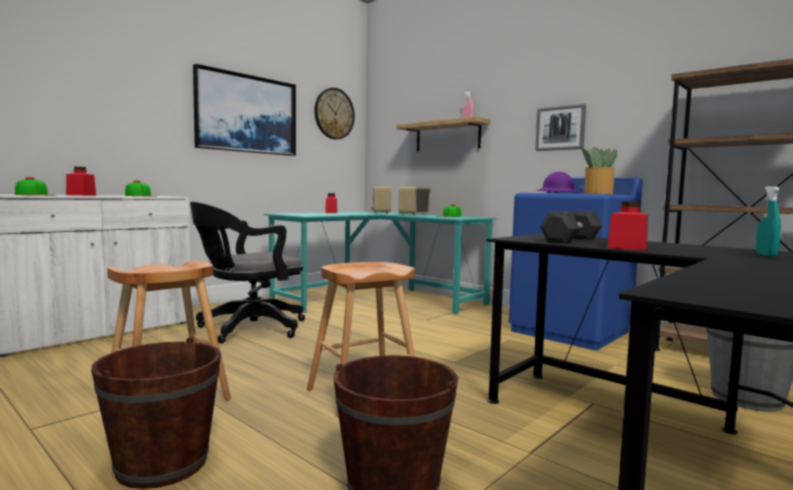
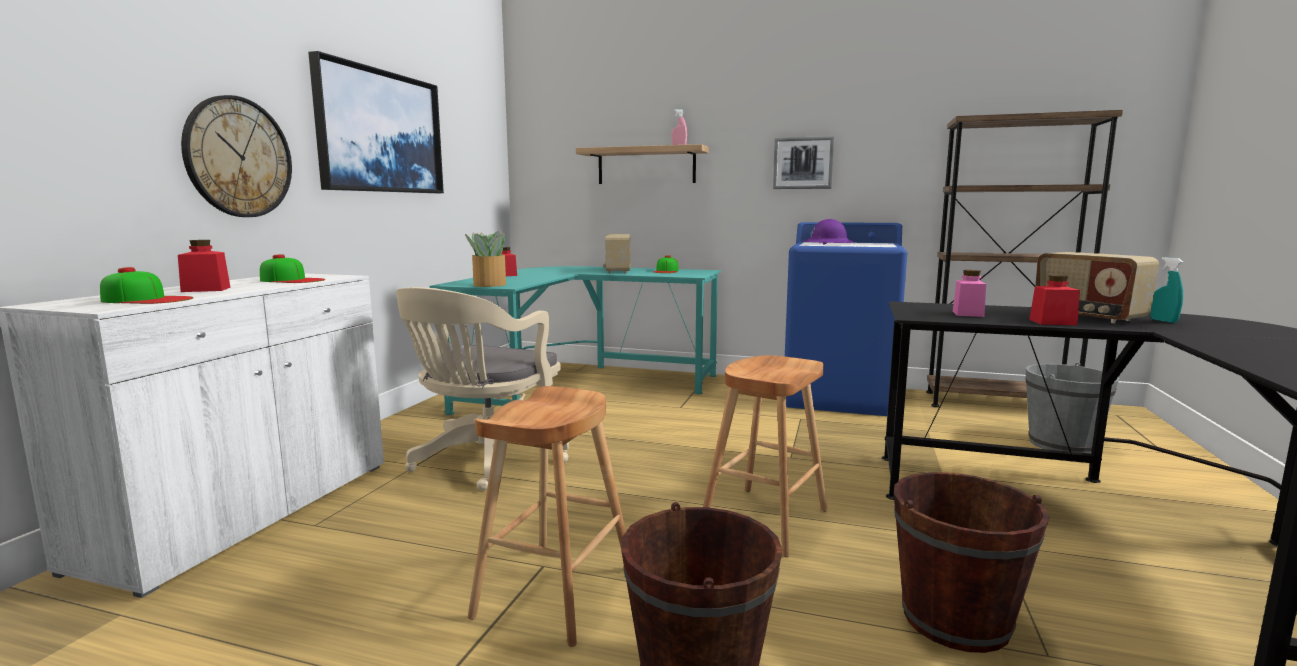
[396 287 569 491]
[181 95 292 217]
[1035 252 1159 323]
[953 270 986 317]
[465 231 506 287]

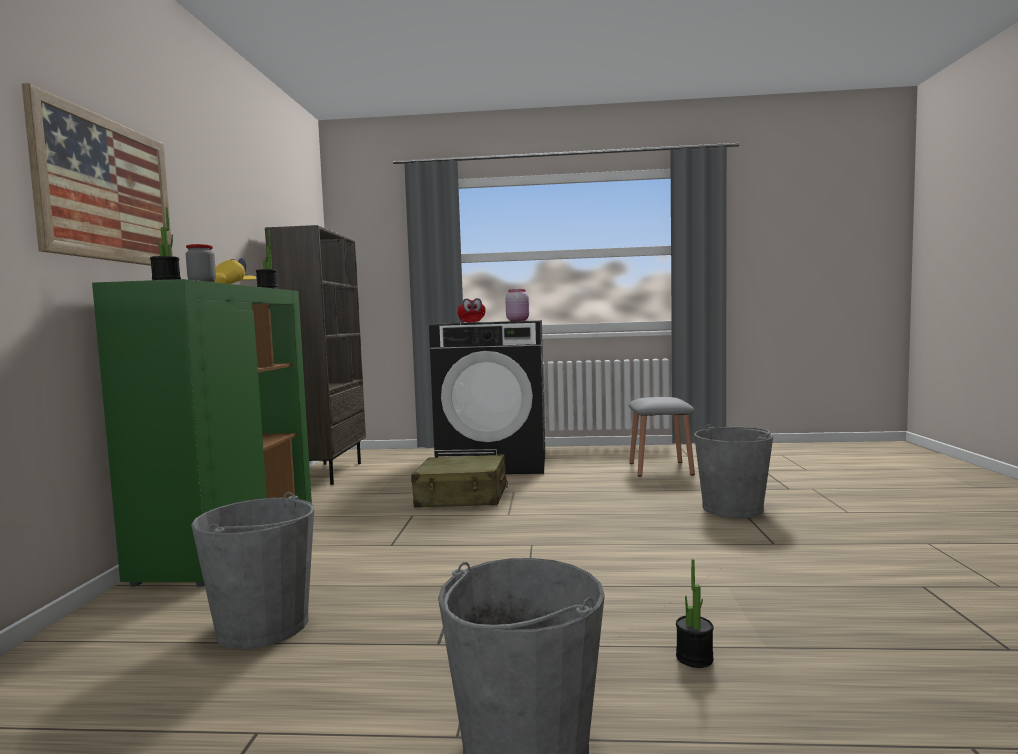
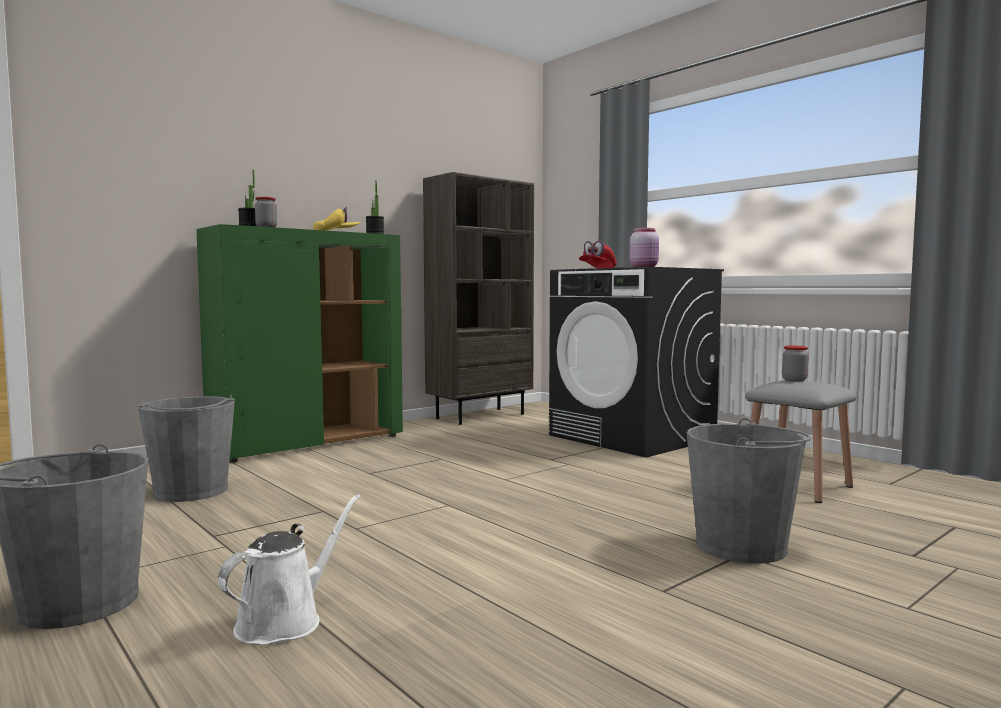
[22 83 173 266] (first image)
[411 455 508 508] (first image)
[218 494 361 645]
[782 345 809 382]

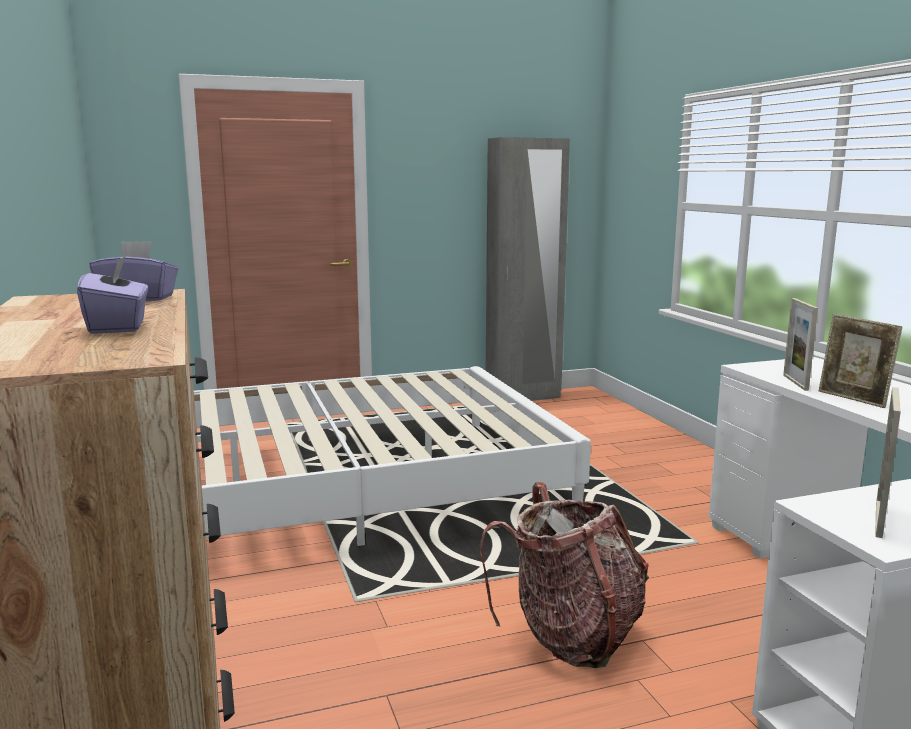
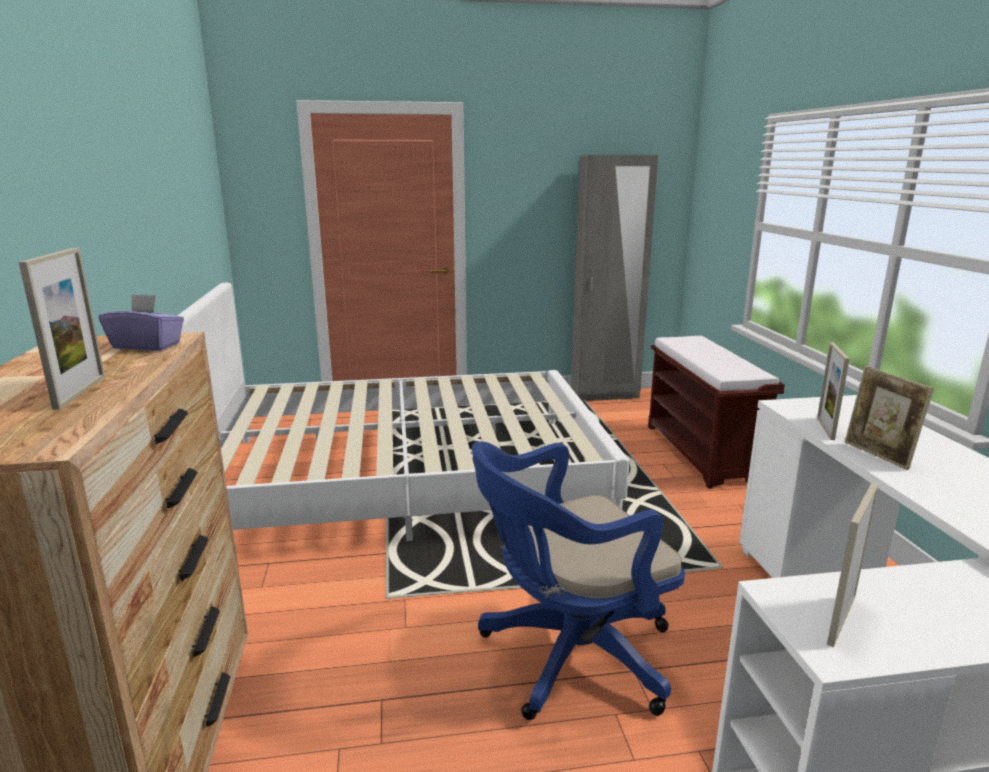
[19 248 105 410]
[472 441 685 720]
[648 336 785 489]

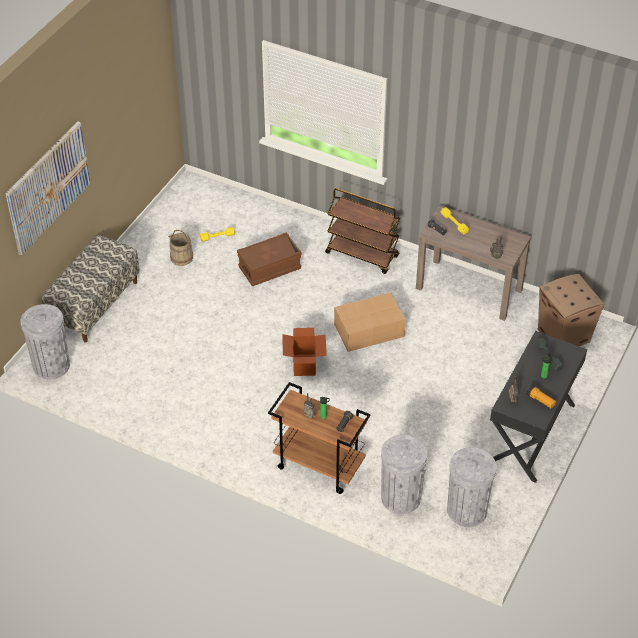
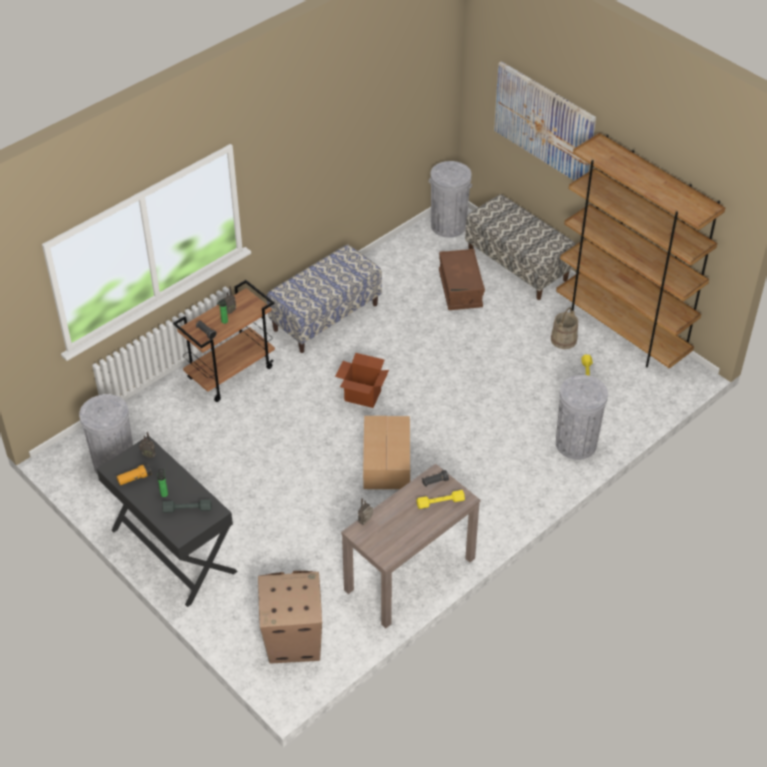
[439 249 485 310]
[325 188 400 274] (first image)
[556 375 608 460]
[267 244 382 353]
[556 133 725 369]

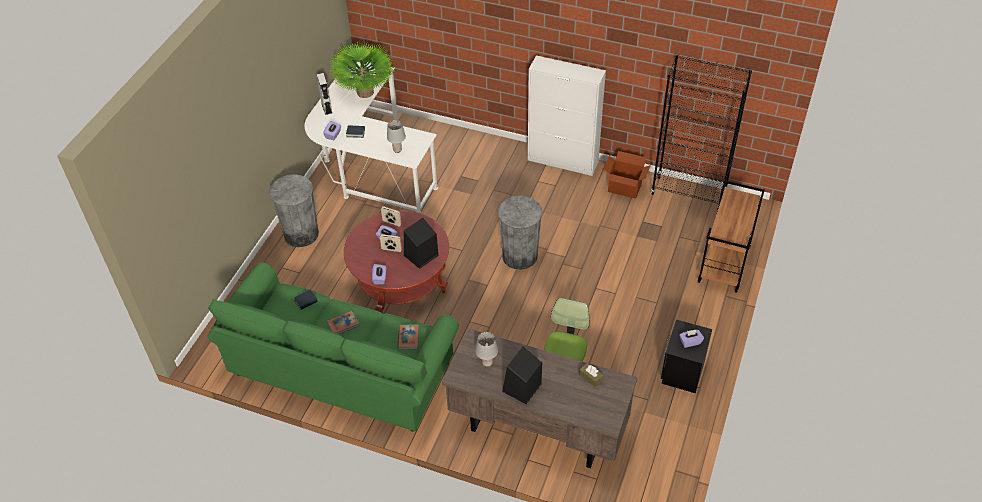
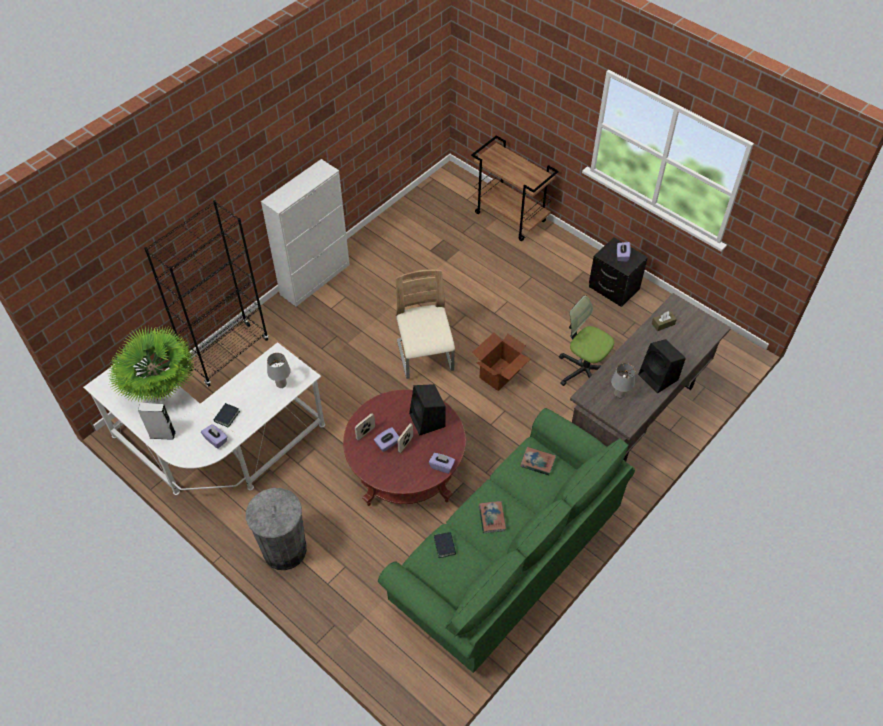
[396 270 455 379]
[472 332 530 391]
[144 200 269 386]

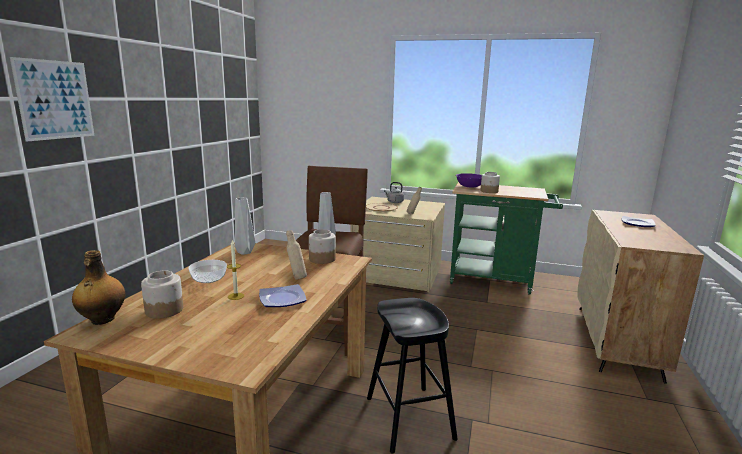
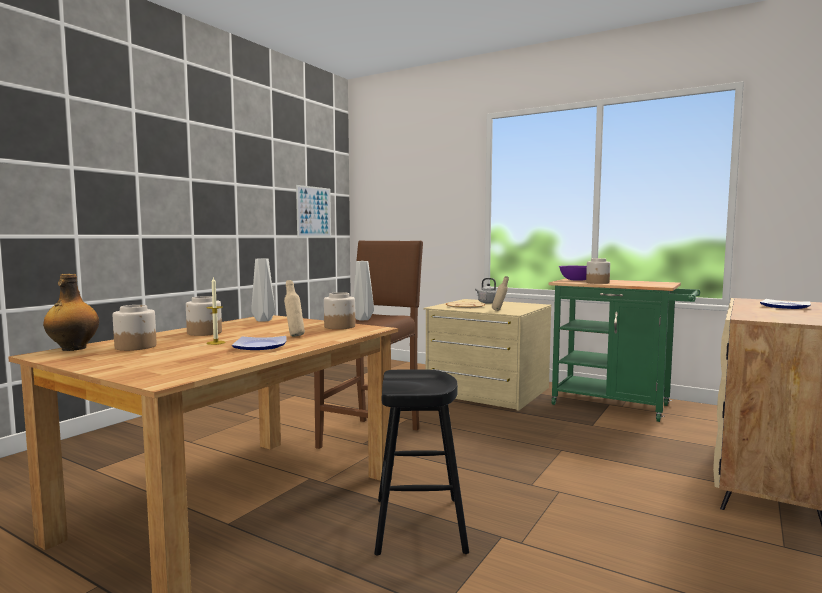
[296 185 331 237]
[186 296 222 336]

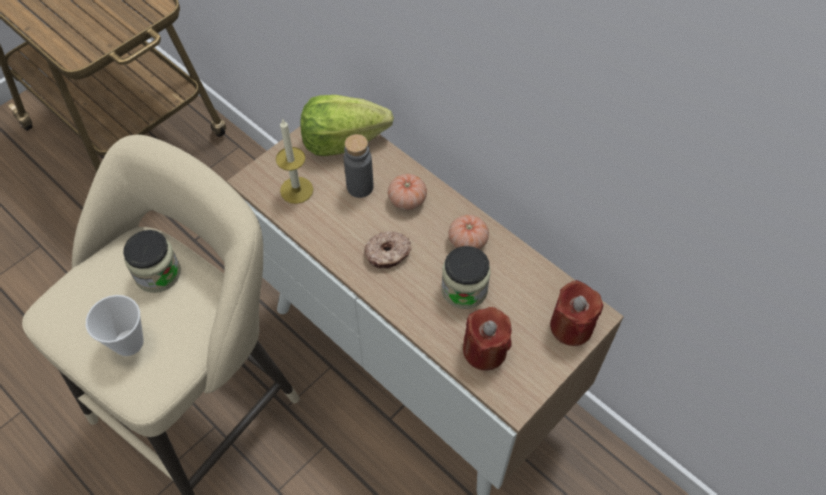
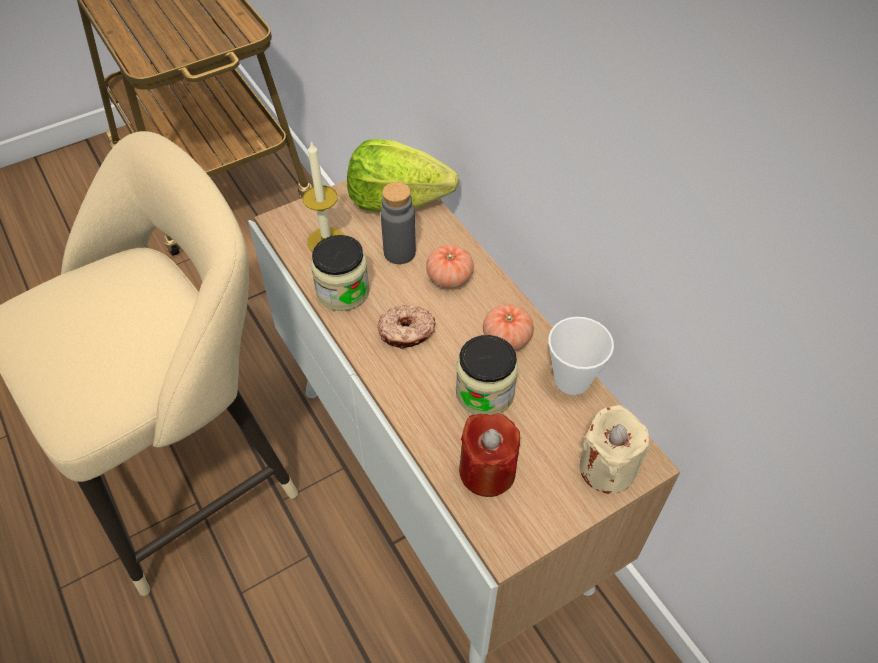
[548 317 614 395]
[311 235 370 311]
[580 405 650 494]

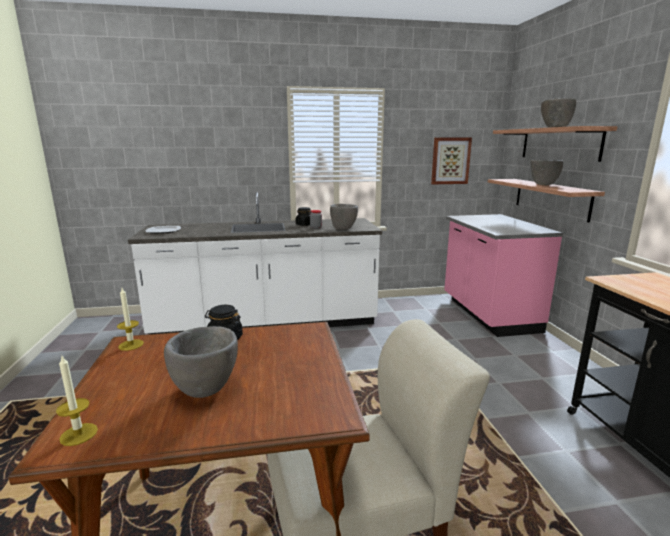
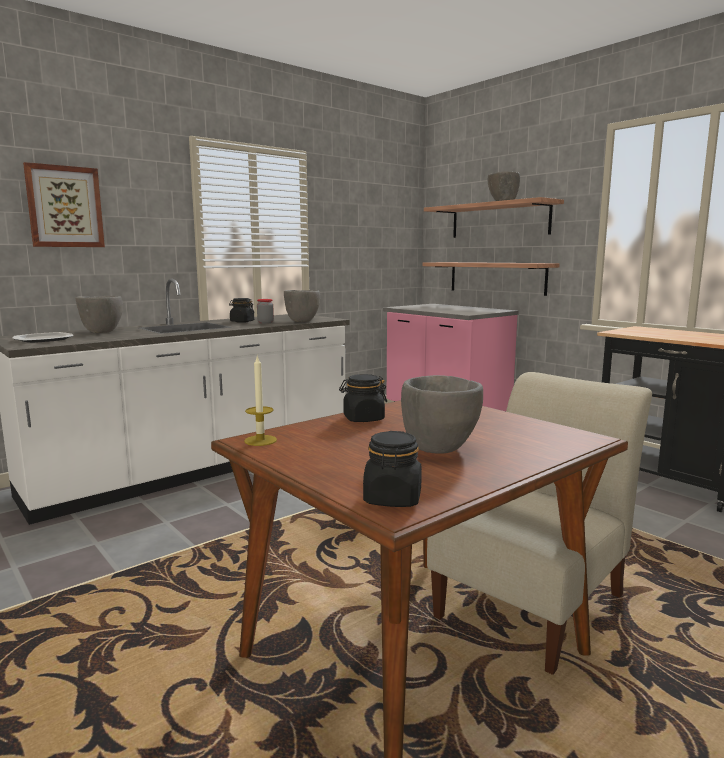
[363 431 422 507]
[23 162 105 247]
[76 296 123 333]

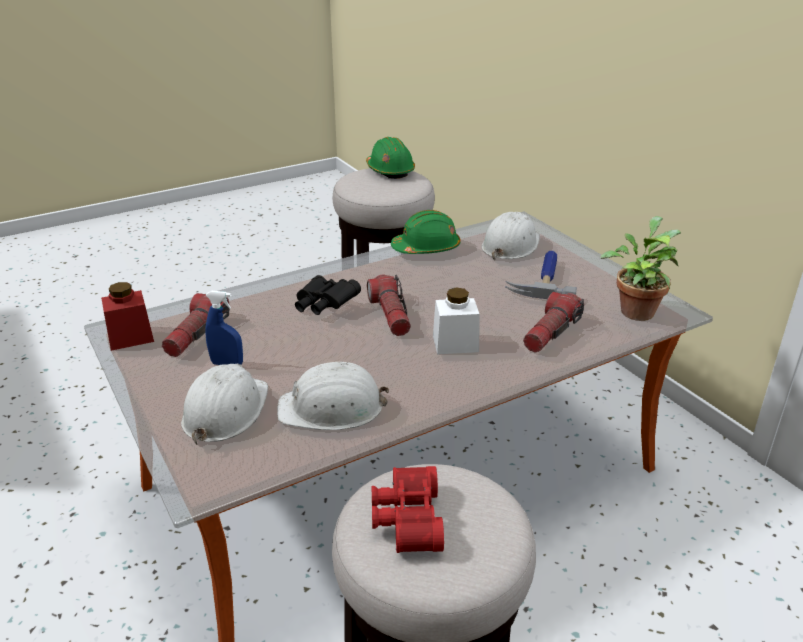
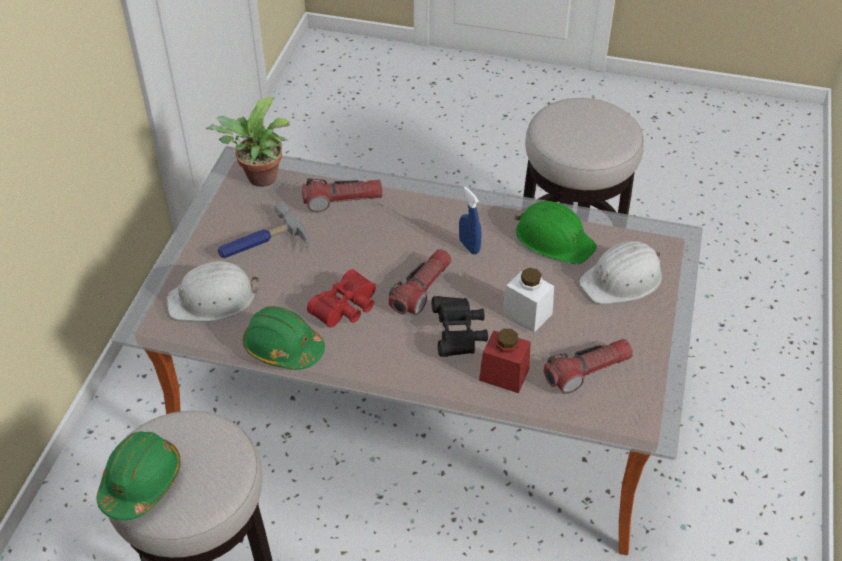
[479 329 531 393]
[459 186 481 254]
[514 201 597 264]
[307 269 376 328]
[502 268 554 332]

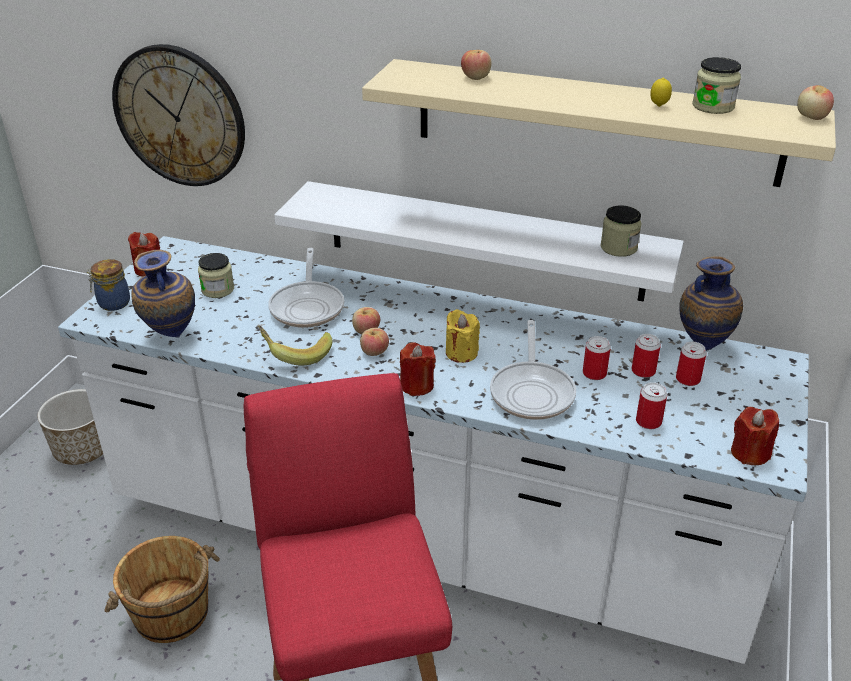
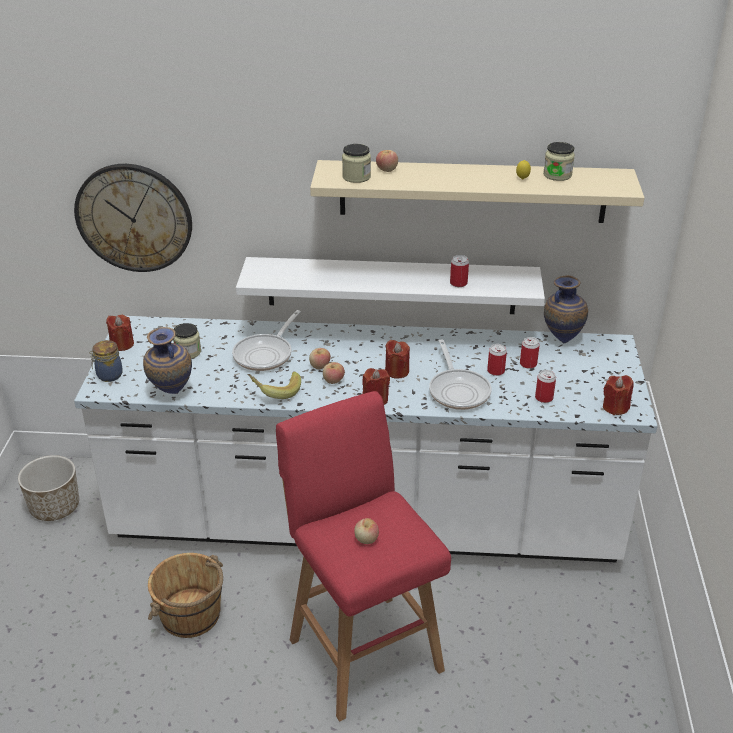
[232 310 301 371]
[385 340 410 379]
[342 144 371 183]
[450 255 469 287]
[354 518 379 544]

